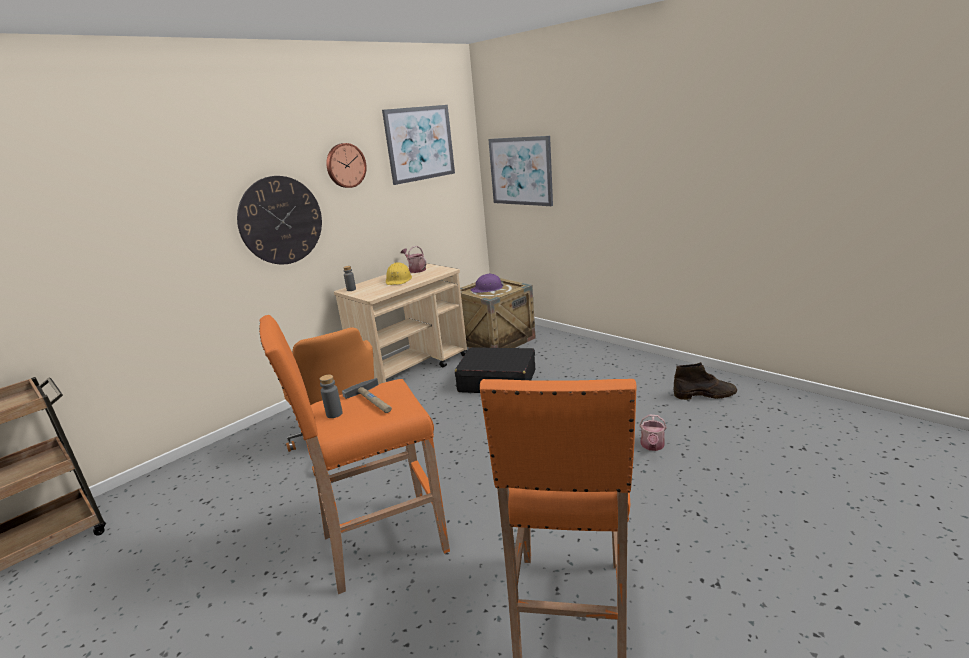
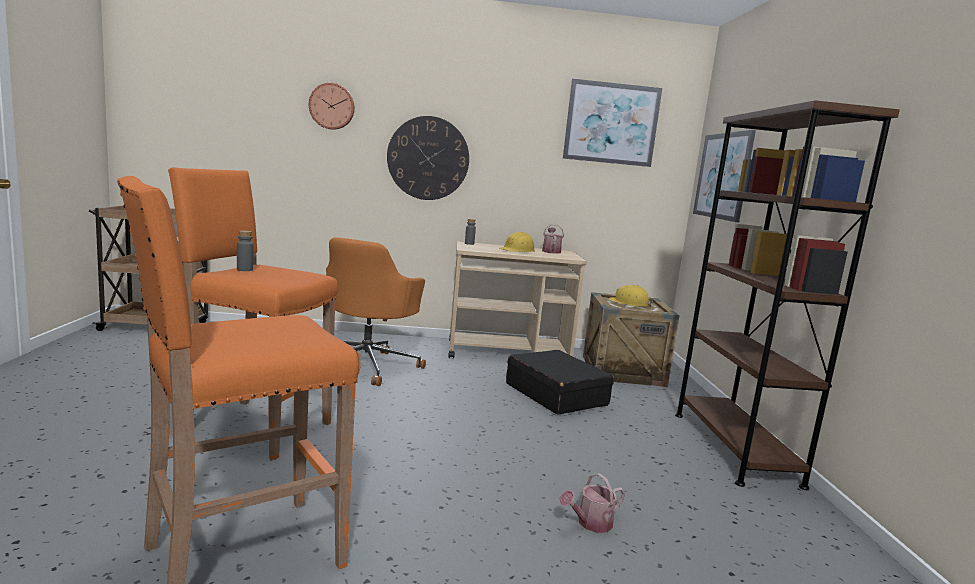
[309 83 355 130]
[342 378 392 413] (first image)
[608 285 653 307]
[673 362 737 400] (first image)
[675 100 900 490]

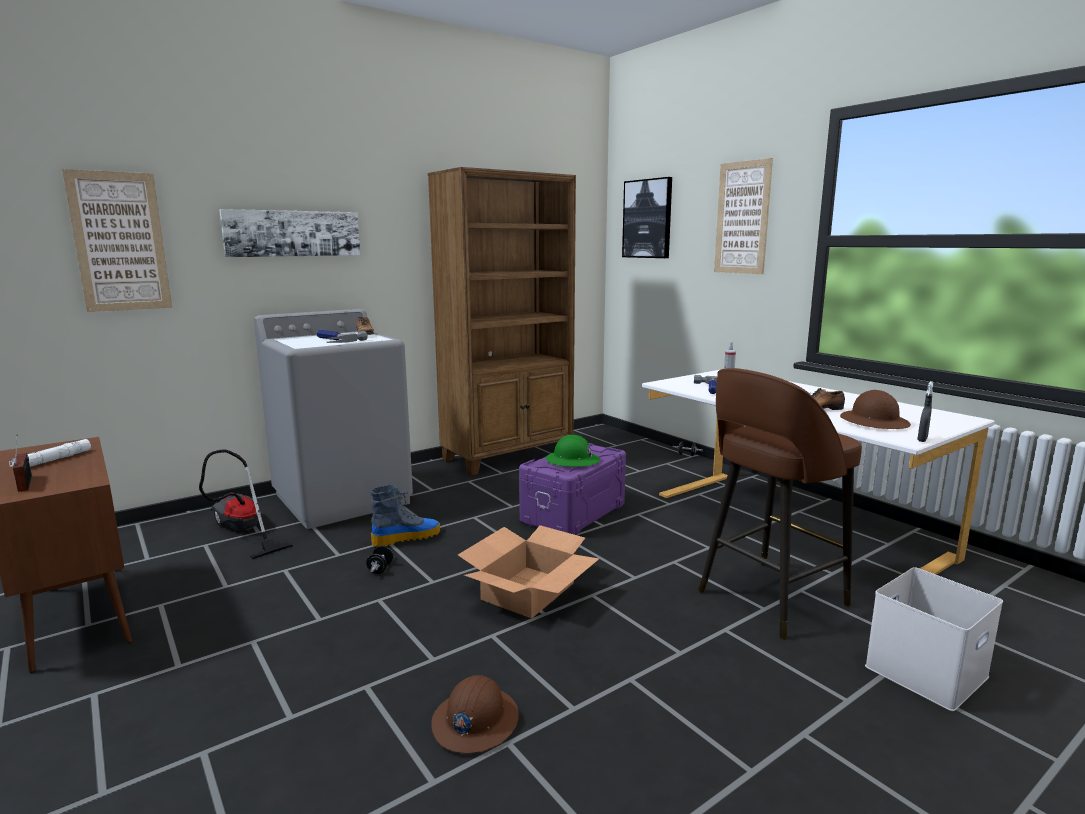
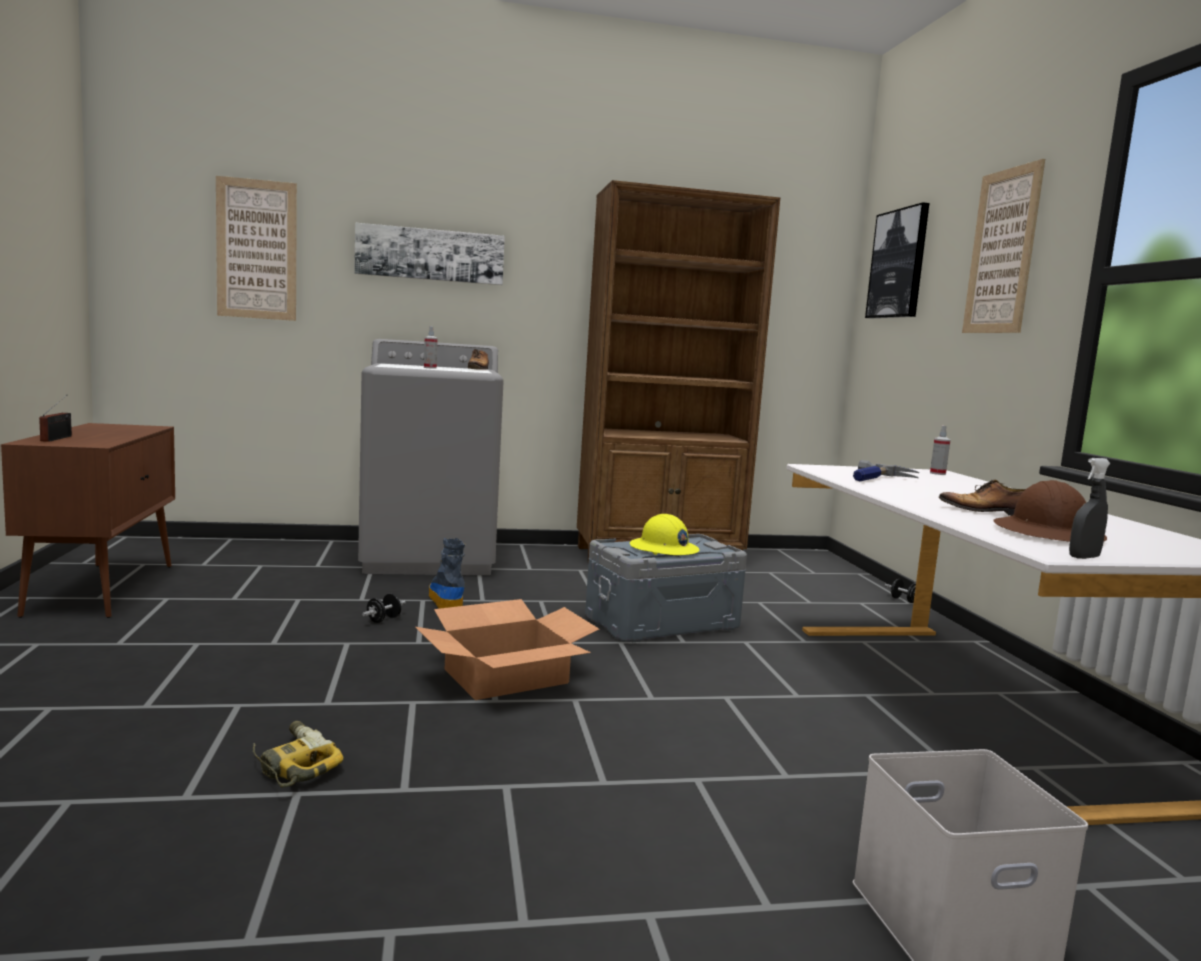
[9 439 91 467] (first image)
[199 449 293 559] (first image)
[424 326 438 369]
[429 538 465 609]
[253 721 344 787]
[585 534 747 642]
[630 514 699 555]
[698 368 862 640] (first image)

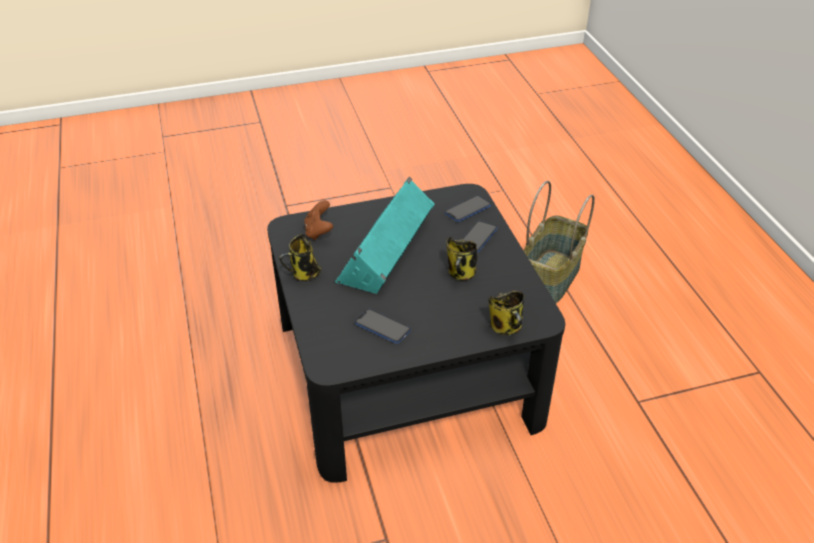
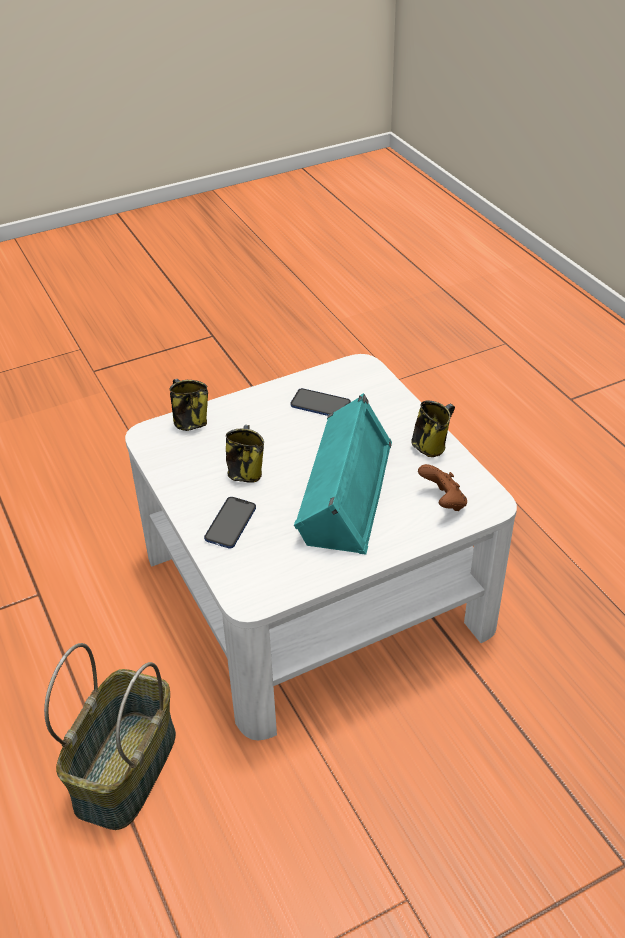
[125 354 517 741]
[445 195 491 222] (first image)

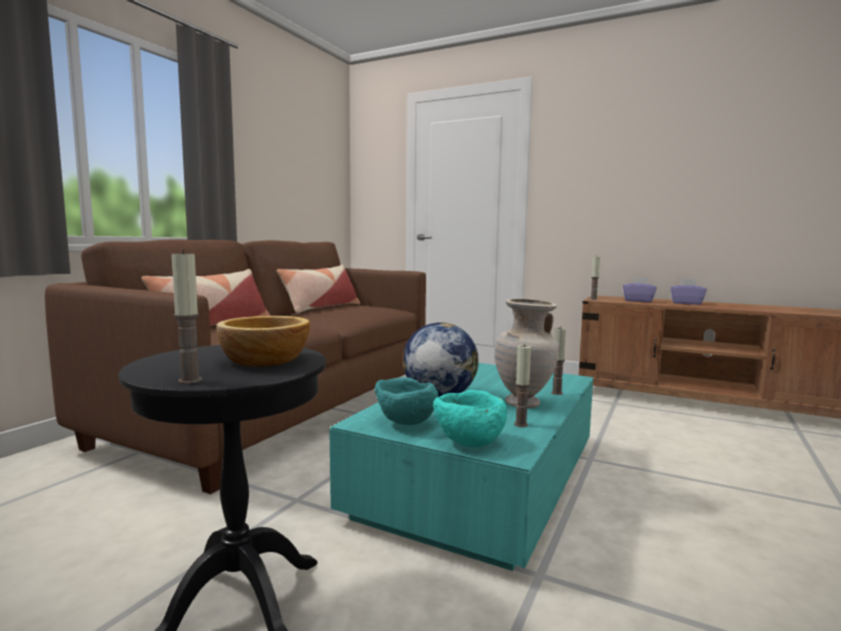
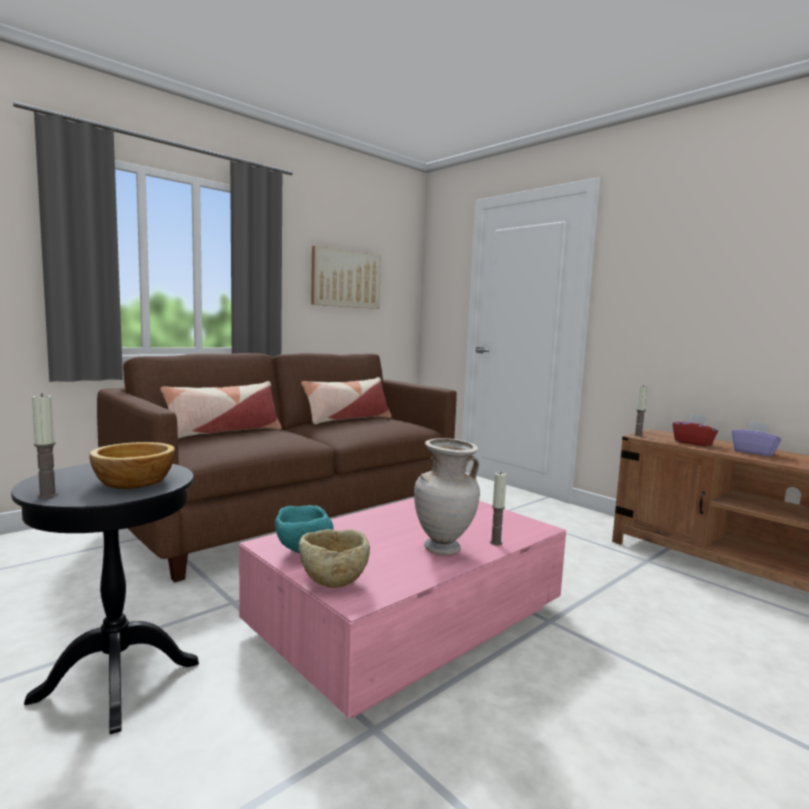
[239 498 566 718]
[403 322 479 397] (first image)
[299 529 370 588]
[514 344 531 427] (first image)
[672 414 718 446]
[311 246 381 309]

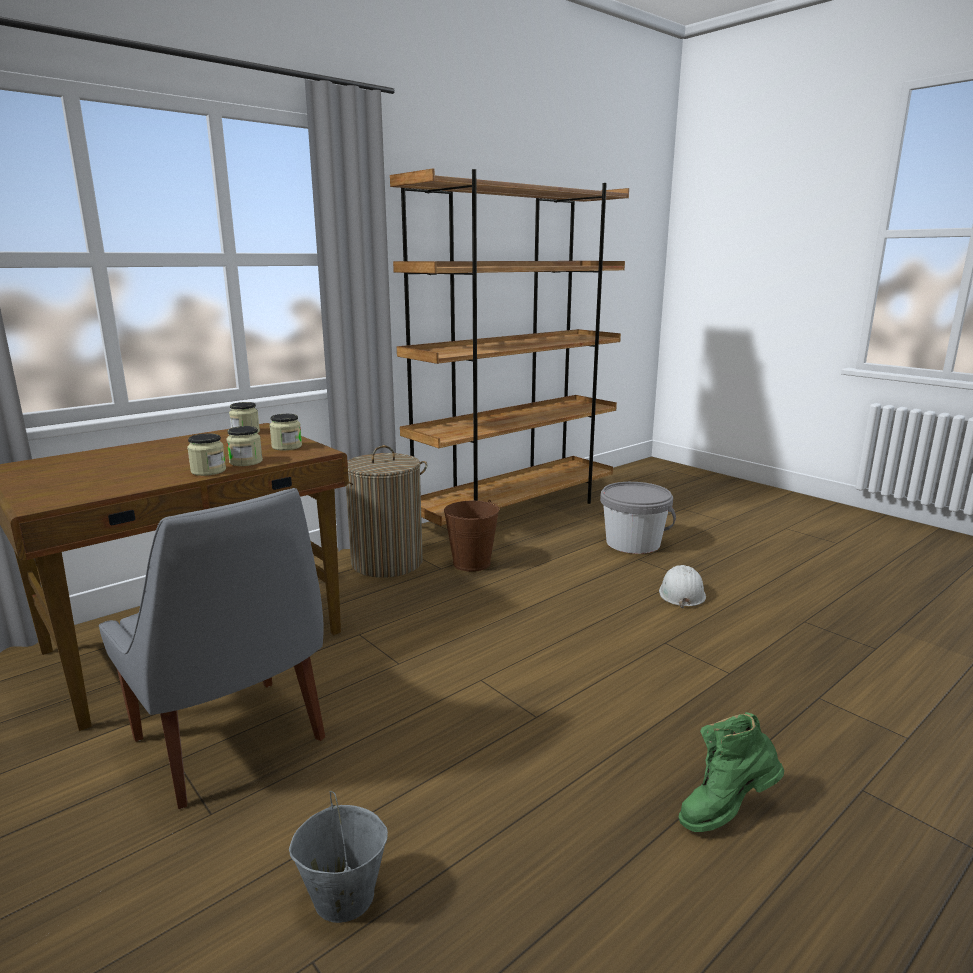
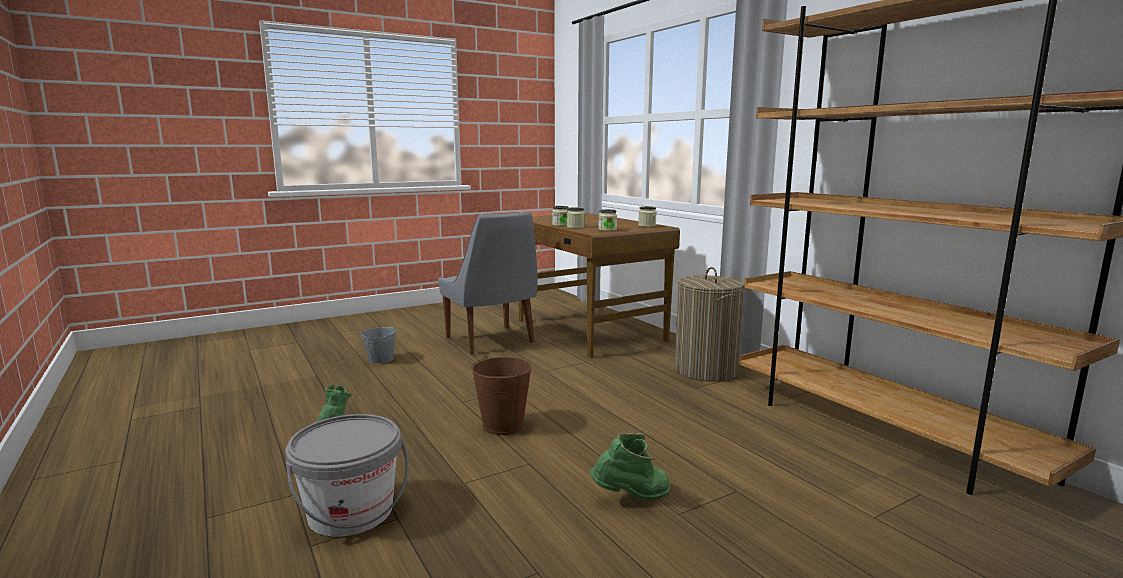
[438 212 537 355]
[471 356 532 435]
[285 414 409 537]
[590 433 670 501]

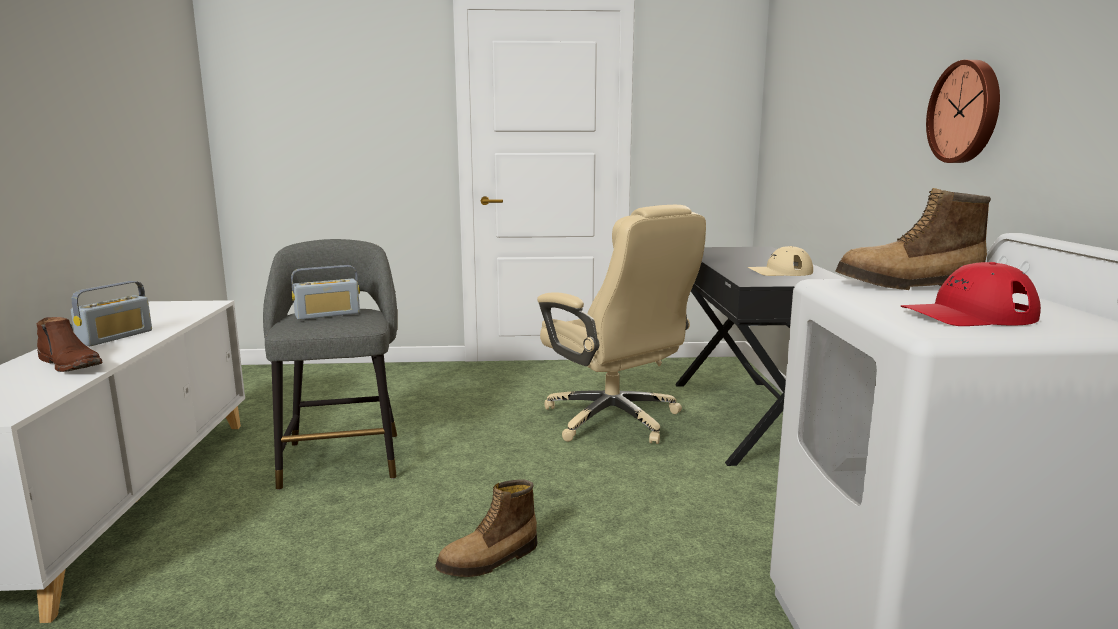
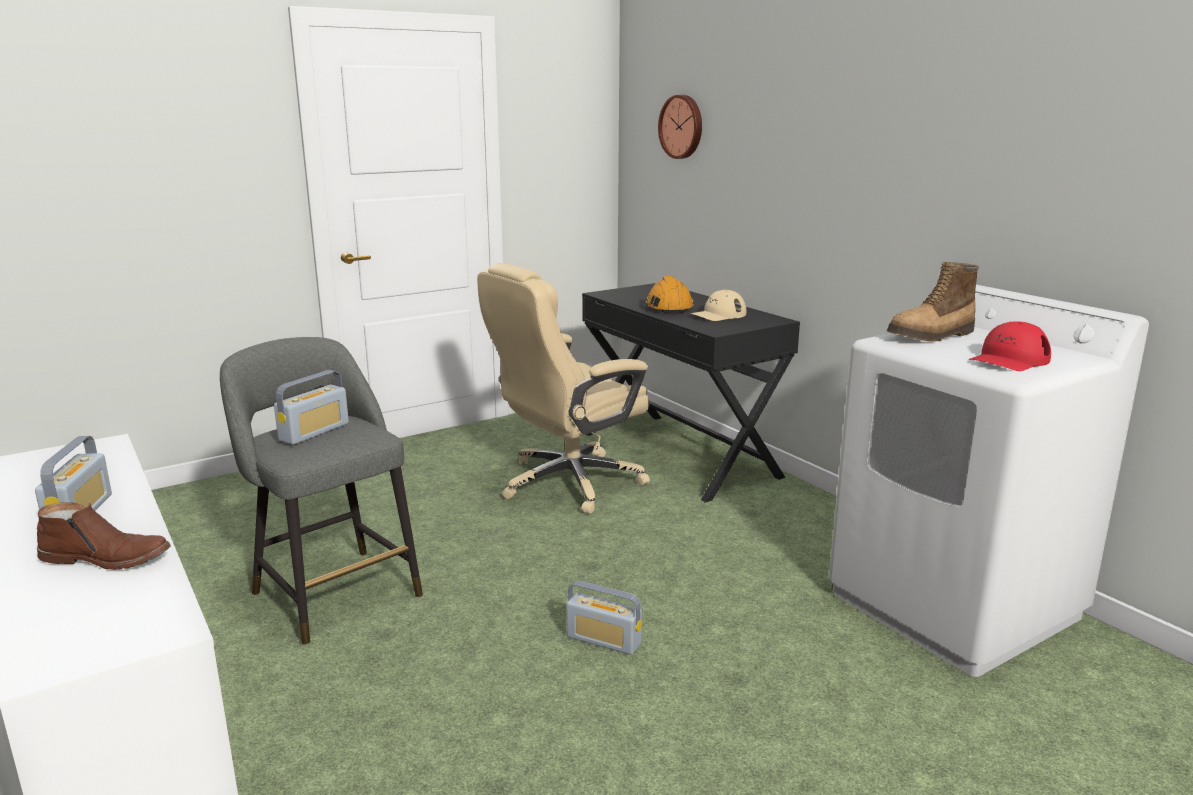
[566 580 642 655]
[477 263 650 514]
[658 95 702 159]
[644 276 694 314]

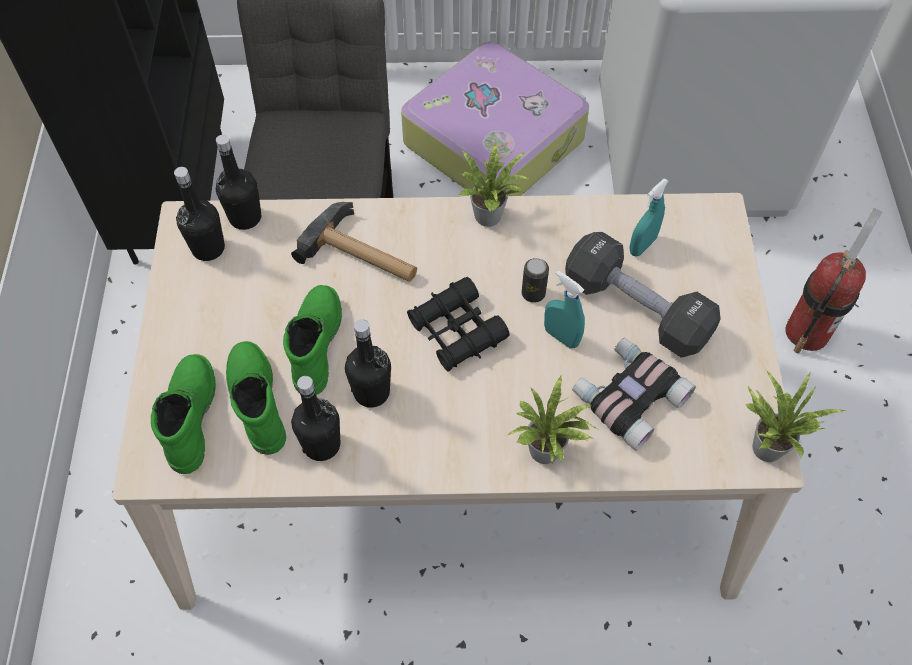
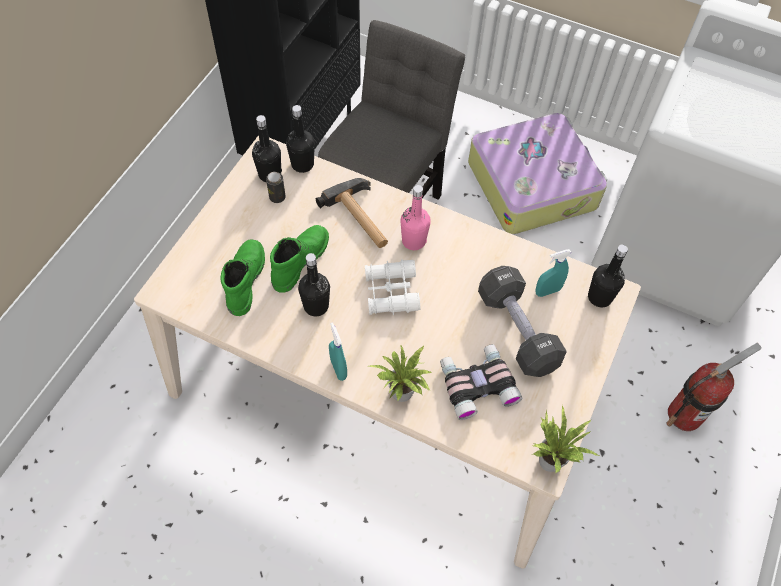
[151 354 216 474] (first image)
[588 244 628 307]
[365 260 420 315]
[458 142 530 227] (first image)
[266 172 286 203]
[329 322 347 381]
[400 185 431 250]

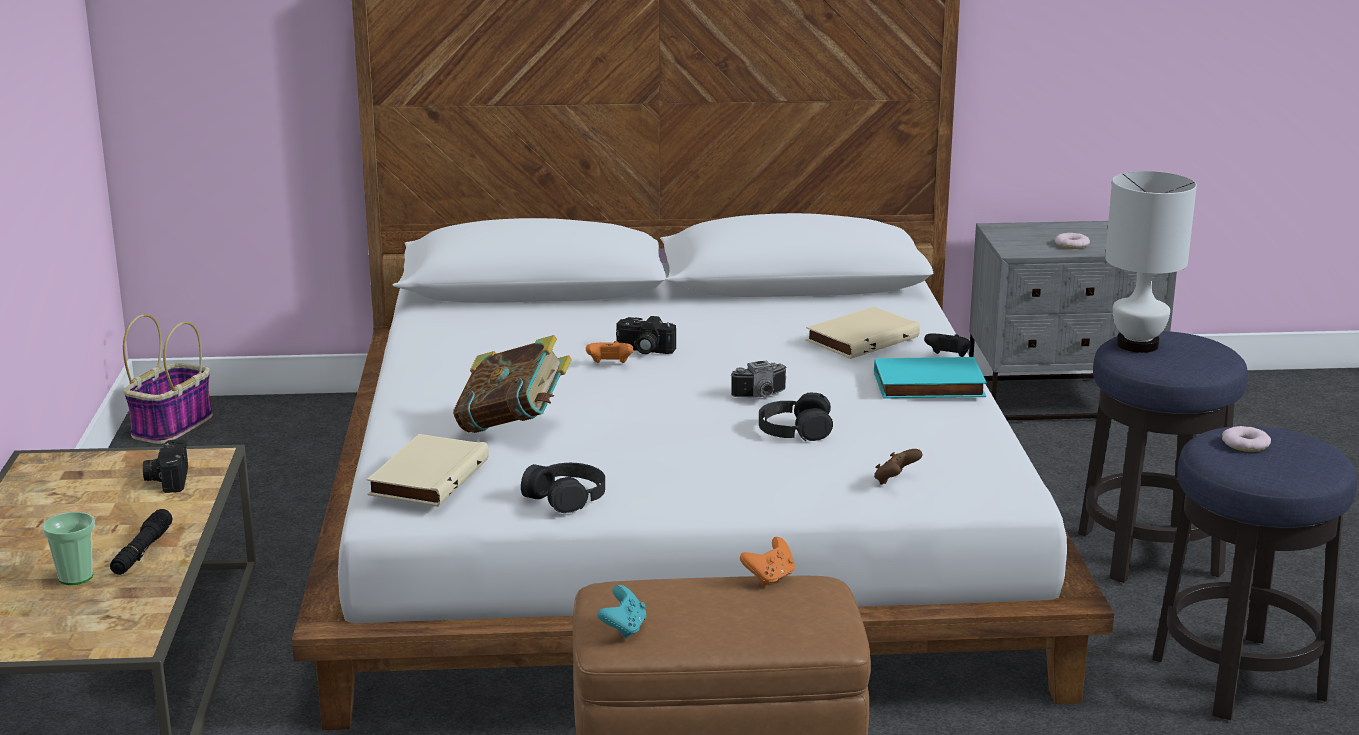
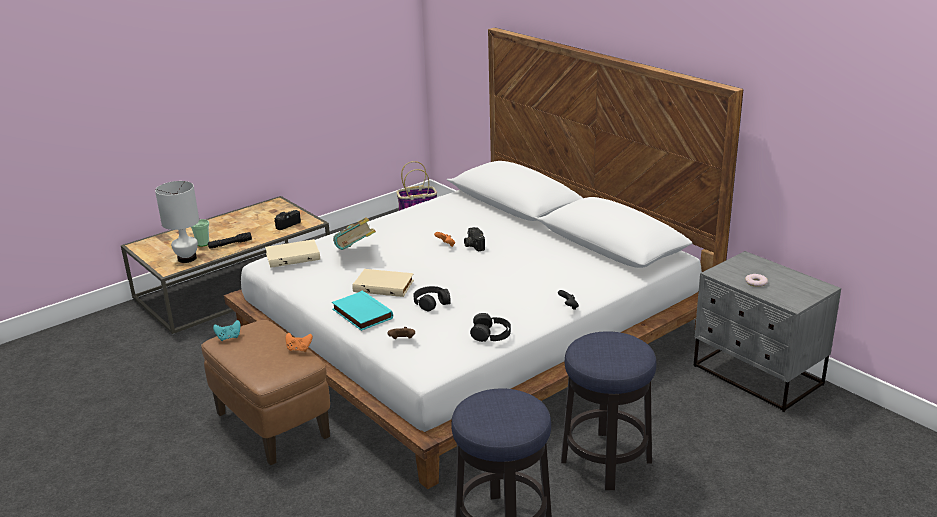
[470 313 511 342]
[731 361 787 398] (first image)
[352 269 414 297]
[332 291 393 331]
[155 181 199 263]
[1222 426 1271 452] (first image)

